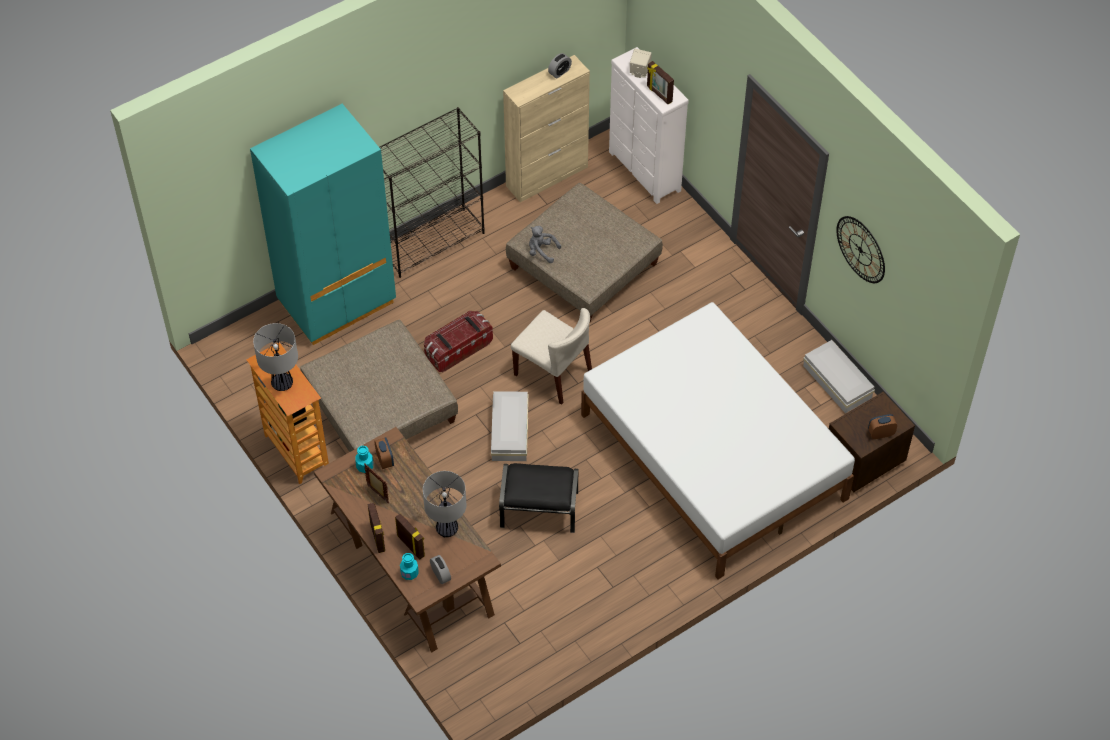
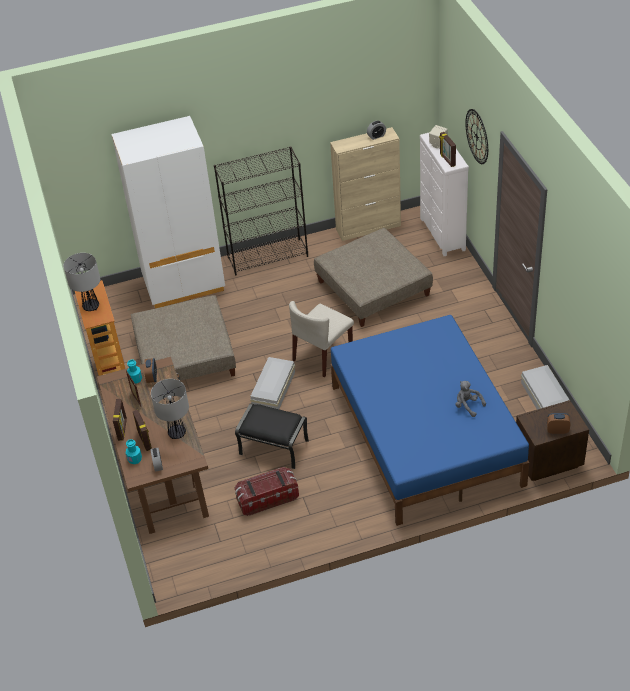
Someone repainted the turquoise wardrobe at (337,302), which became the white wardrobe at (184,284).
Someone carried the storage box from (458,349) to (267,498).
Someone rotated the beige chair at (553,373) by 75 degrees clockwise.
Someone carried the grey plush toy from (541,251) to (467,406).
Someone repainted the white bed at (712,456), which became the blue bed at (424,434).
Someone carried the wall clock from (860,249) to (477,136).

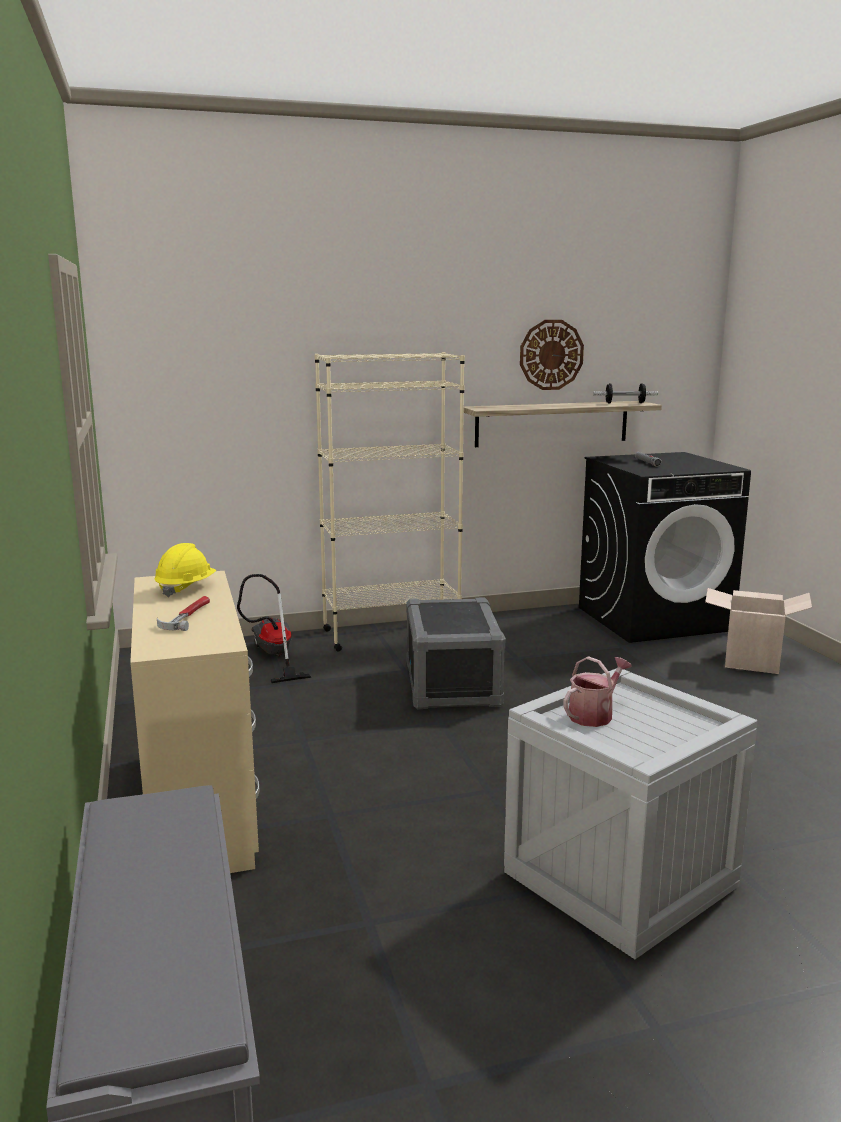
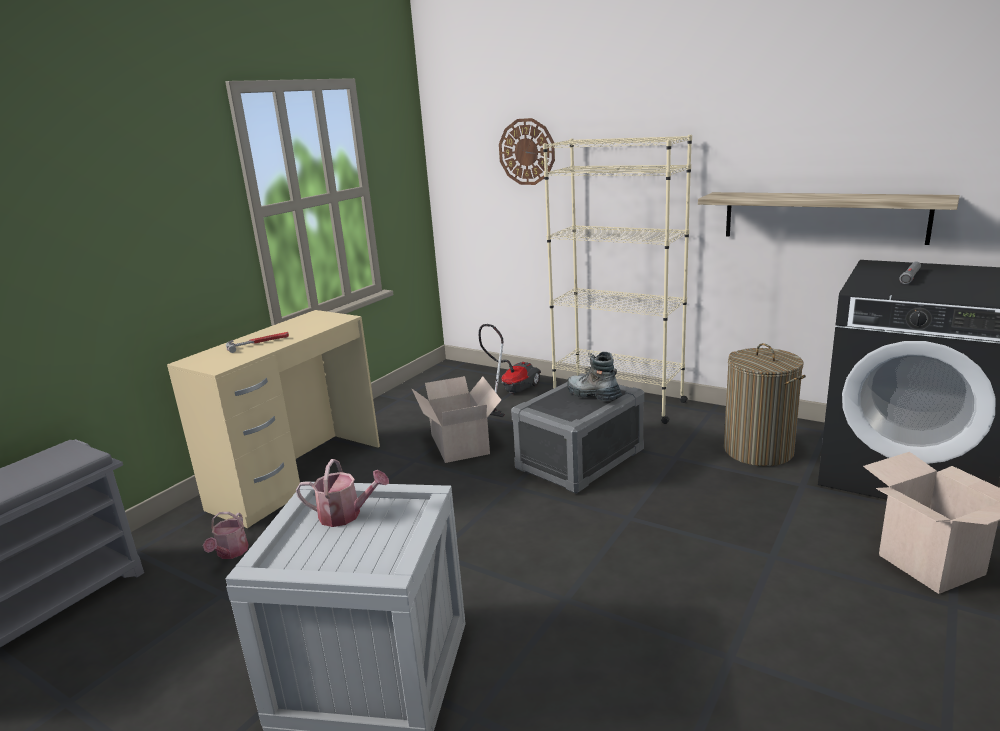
Someone took away the yellow hard hat at (185,588).
Someone carried the wall clock from (551,355) to (527,152).
Someone took away the dumbbell at (624,403).
Someone put down the watering can at (230,553).
Someone put down the cardboard box at (459,442).
Someone put down the boot at (593,395).
Someone put down the laundry basket at (758,450).

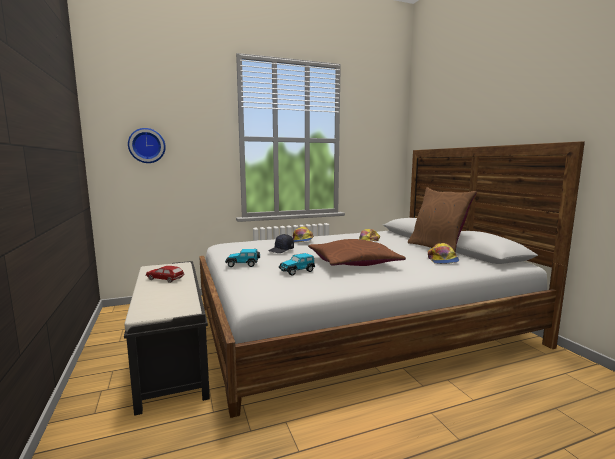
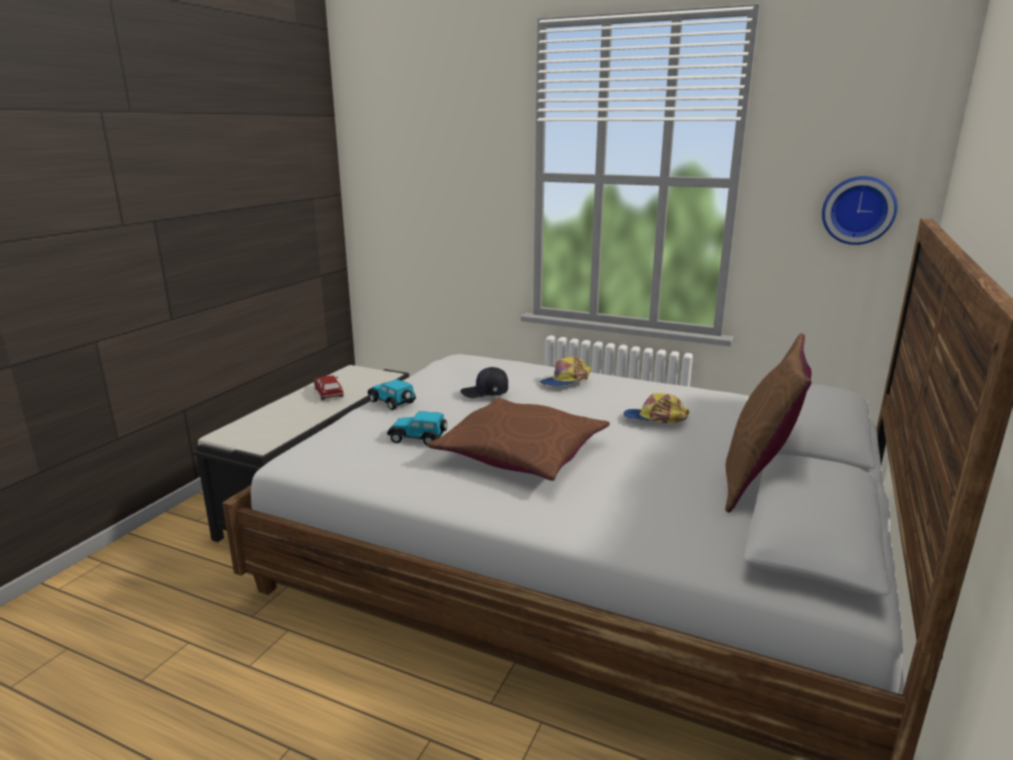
Someone carried the wall clock from (147,145) to (858,210).
Someone took away the cap at (442,260).

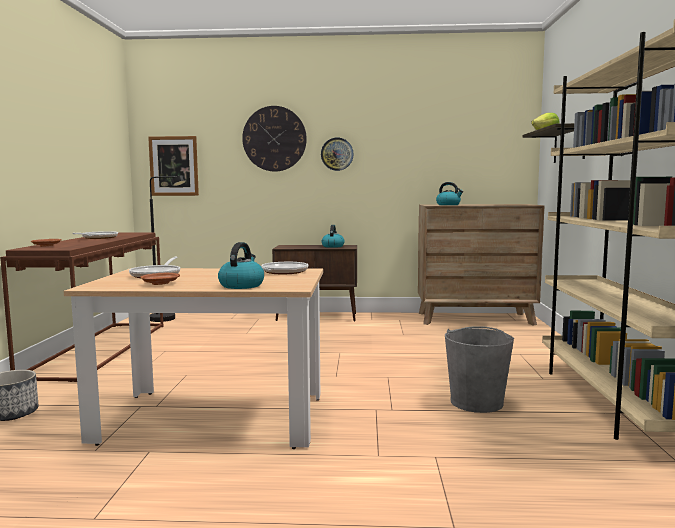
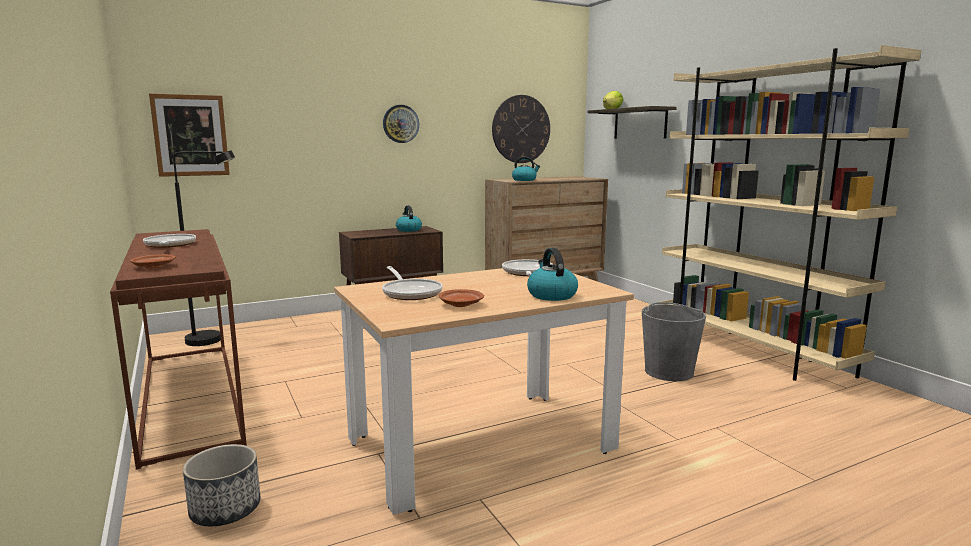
Someone carried the wall clock from (274,139) to (521,129).

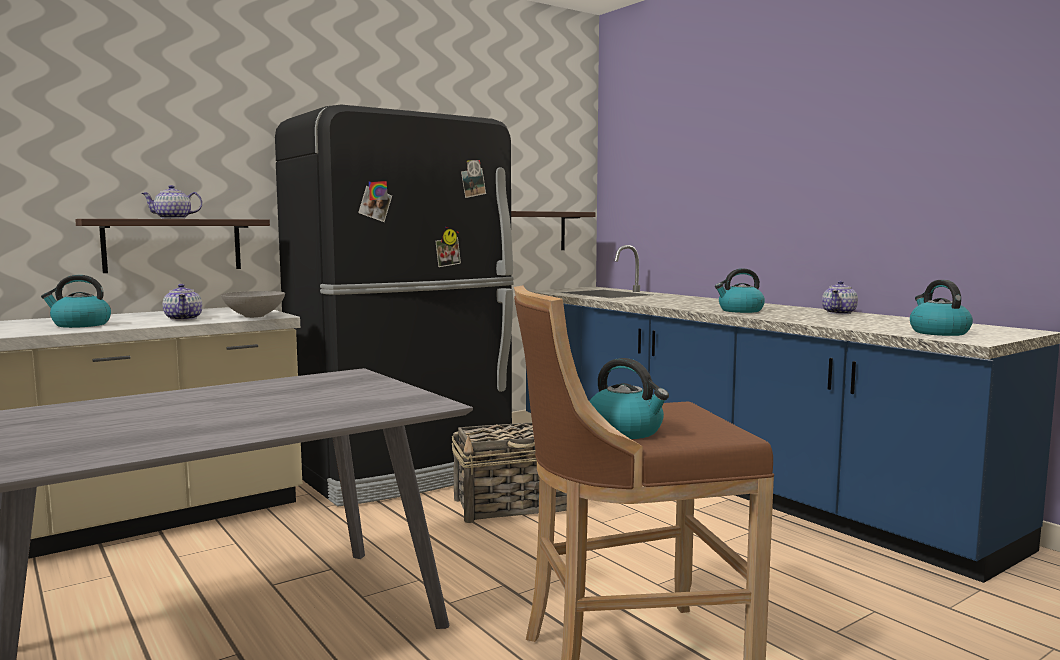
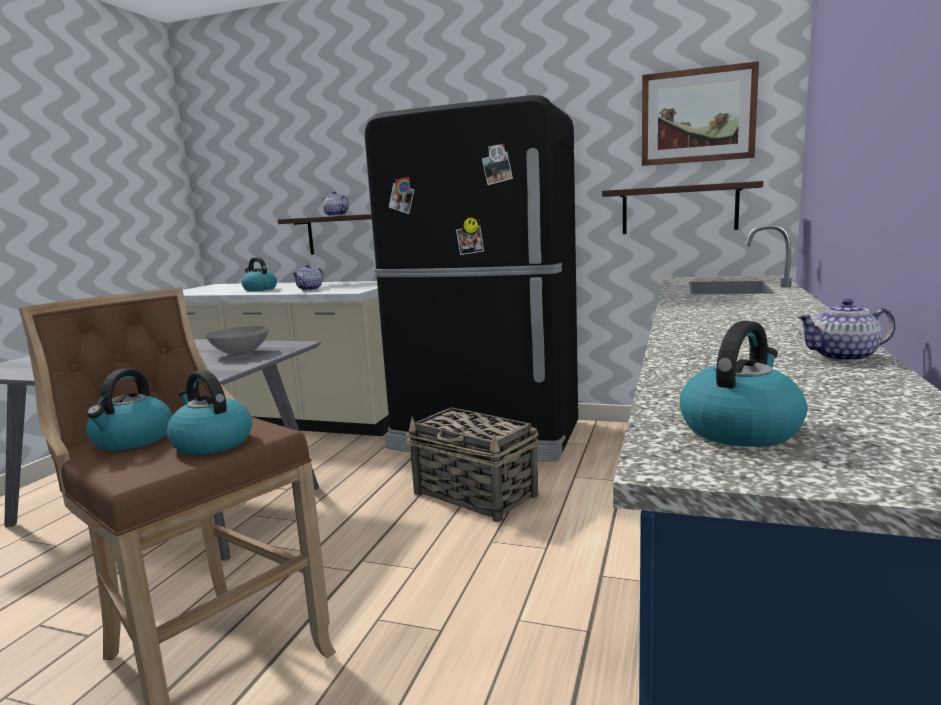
Someone carried the grey bowl from (255,316) to (241,354).
Someone carried the kettle from (740,310) to (211,443).
Someone put up the picture at (697,116).

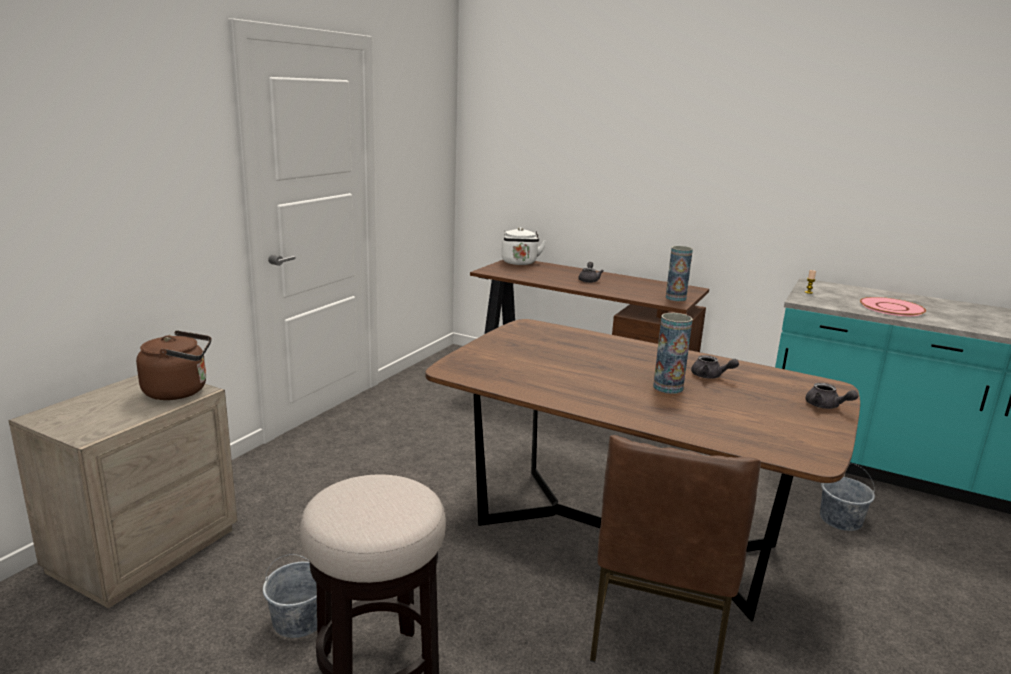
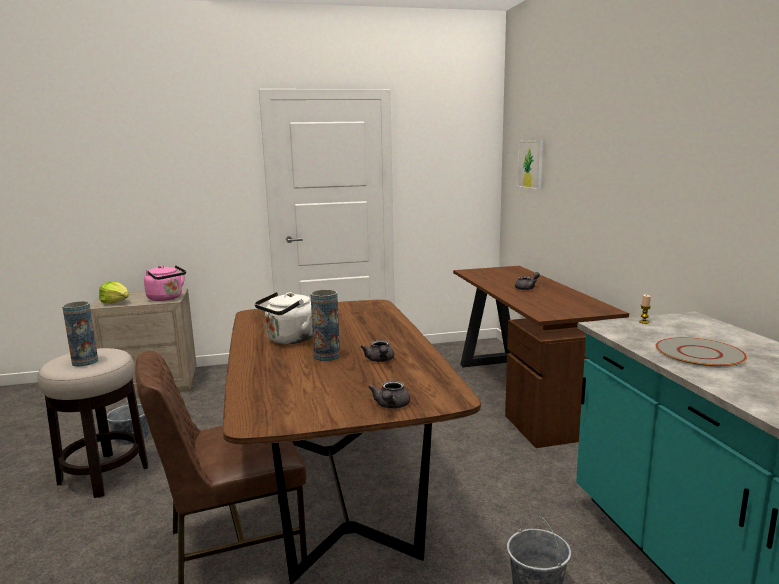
Someone repainted the brown kettle at (180,391), which became the pink kettle at (166,298).
Someone carried the white kettle from (519,263) to (289,340).
Someone carried the vase from (675,298) to (85,362).
Someone repainted the pink plate at (891,308), which became the grey plate at (698,354).
Someone put down the lettuce at (116,302).
Someone put up the picture at (530,164).

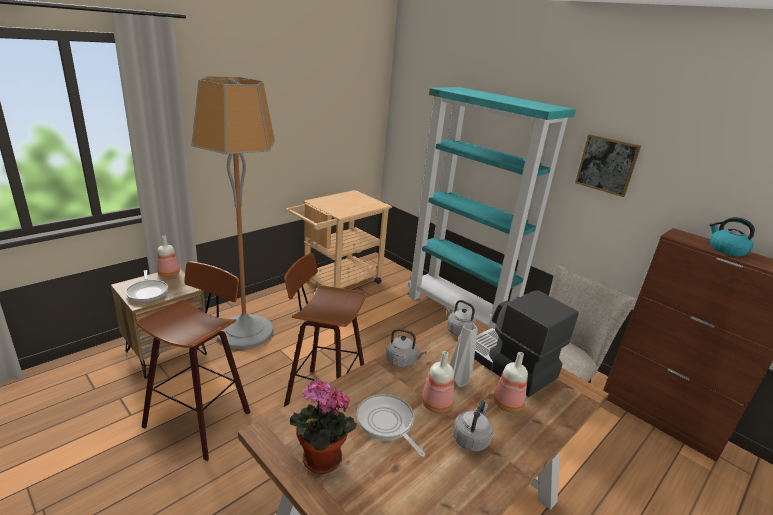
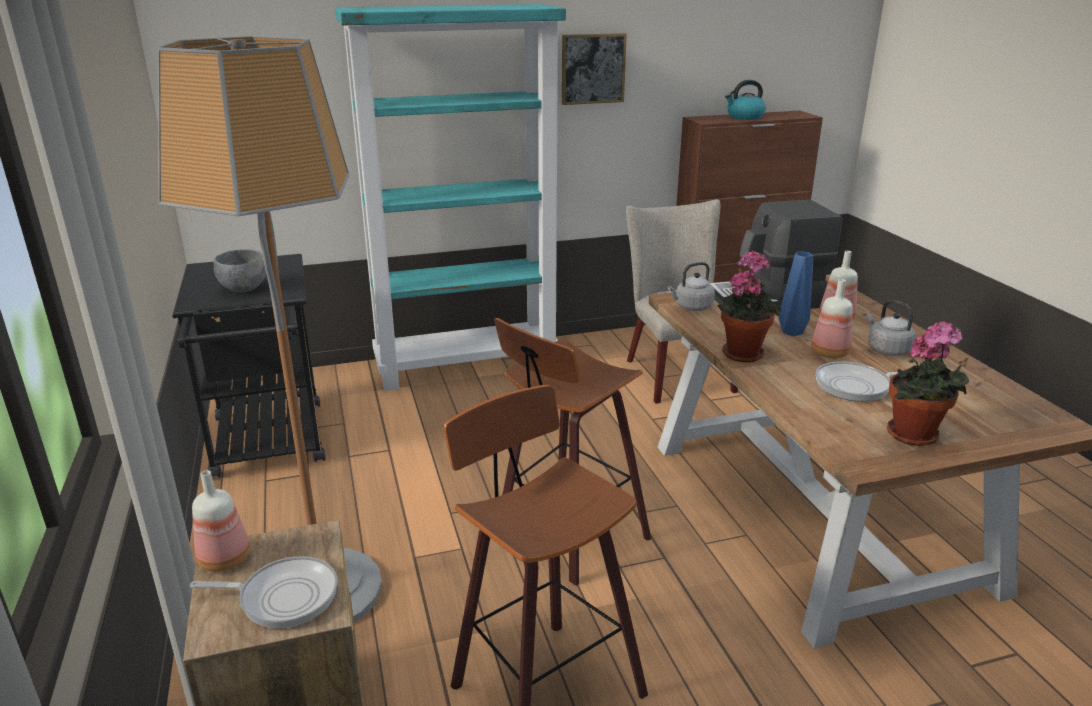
Someone repainted the beige cart at (337,283), which became the black cart at (269,446).
Someone swapped the grey kettle at (402,361) for the potted plant at (742,352).
Someone repainted the grey vase at (458,381), which became the blue vase at (791,332).
Someone put down the grey bowl at (244,289).

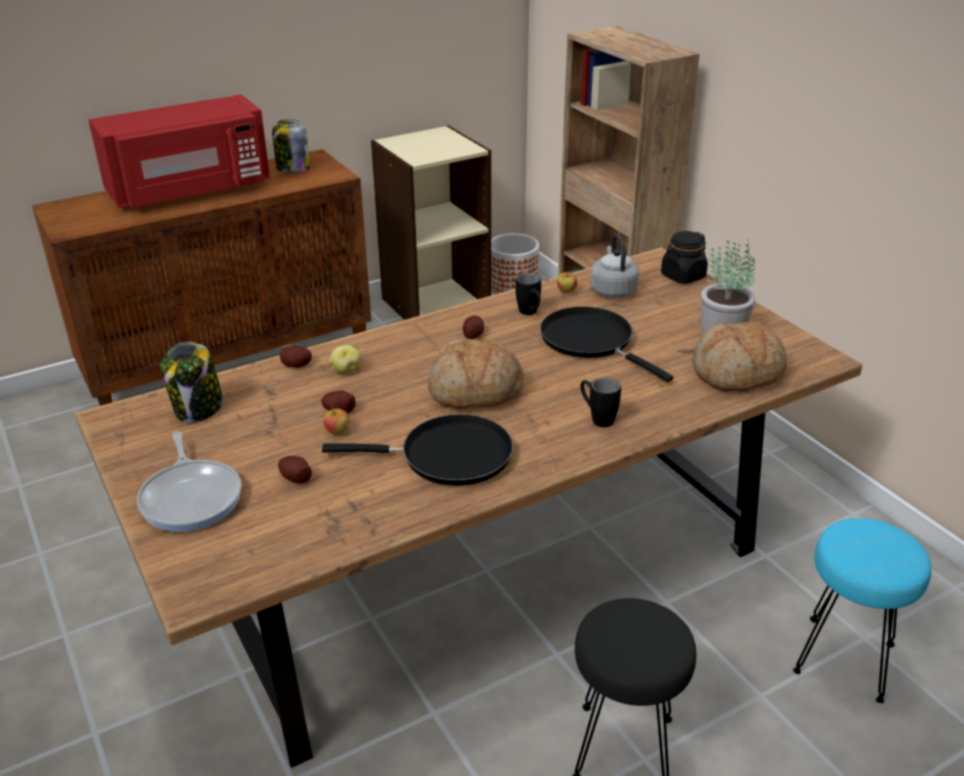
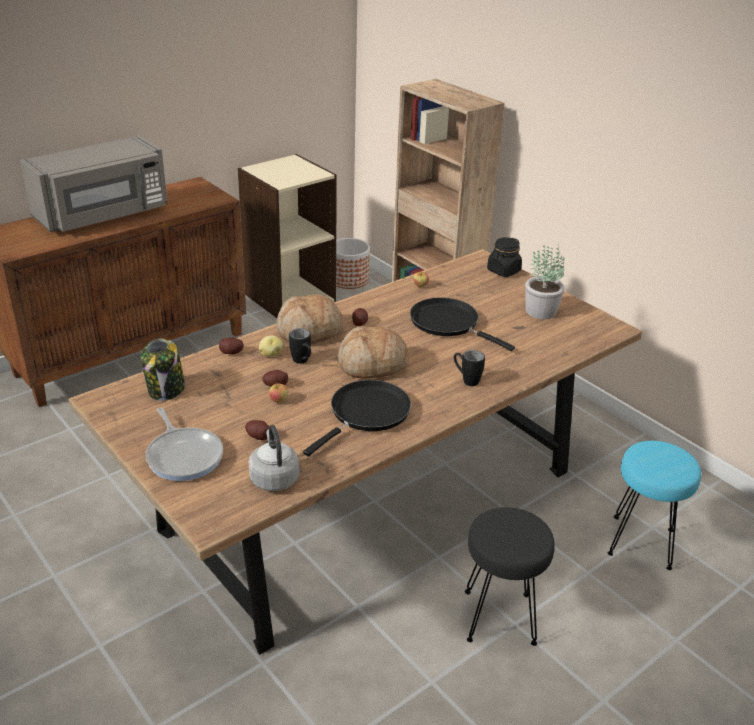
Someone repainted the red microwave at (191,190), which became the grey microwave at (103,215).
Someone took away the jar at (292,169).
Someone rotated the black frying pan at (448,456) by 45 degrees counterclockwise.
Someone carried the black mug from (530,313) to (302,362).
Someone carried the grey kettle from (612,290) to (274,478).
Someone carried the bread from (737,373) to (310,331).

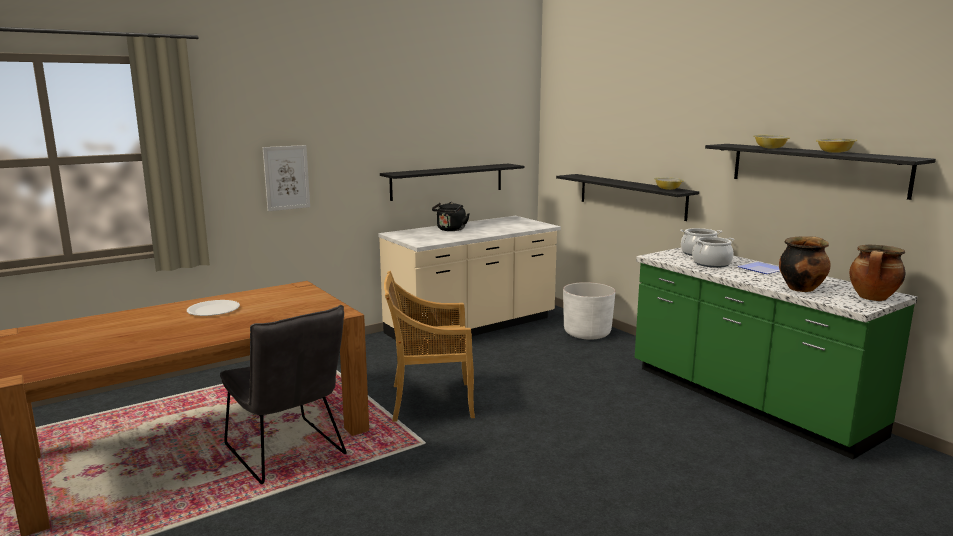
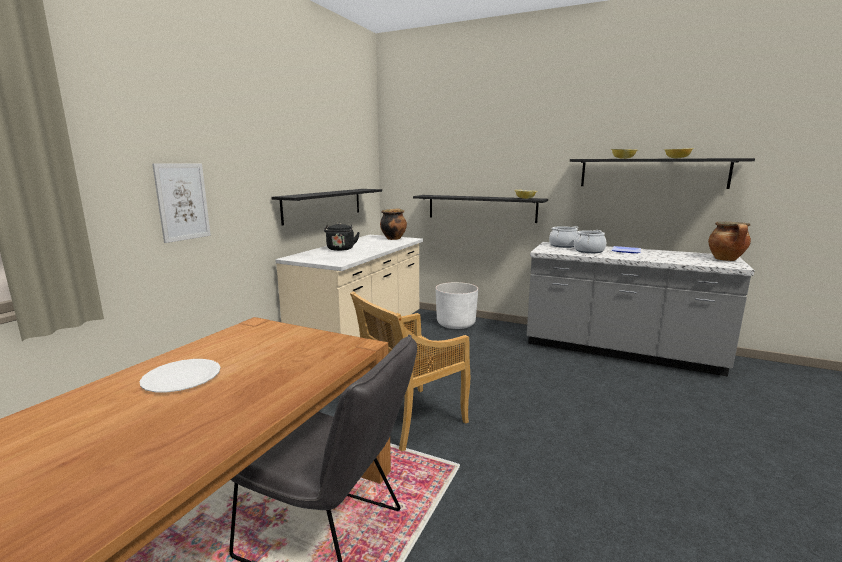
Someone repainted the green counter at (747,401), which became the grey counter at (620,351).
Someone carried the cooking pot from (801,288) to (393,238).

